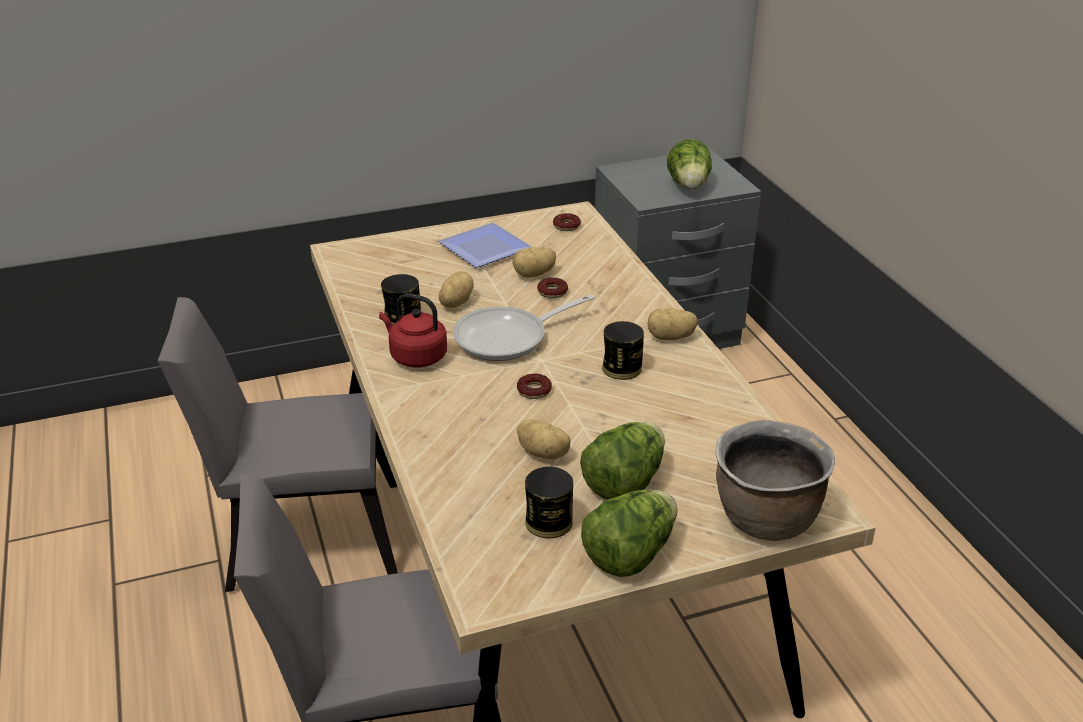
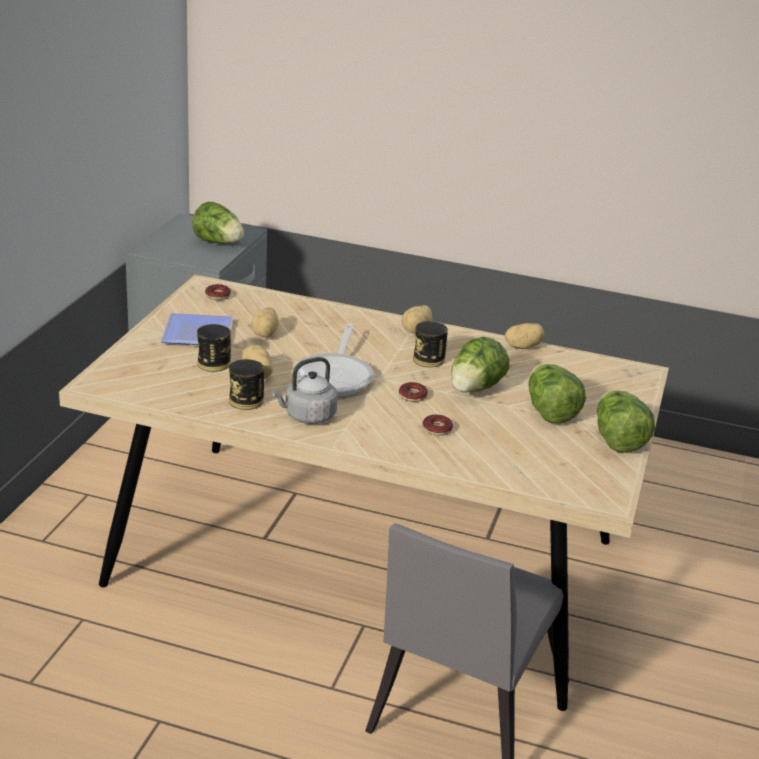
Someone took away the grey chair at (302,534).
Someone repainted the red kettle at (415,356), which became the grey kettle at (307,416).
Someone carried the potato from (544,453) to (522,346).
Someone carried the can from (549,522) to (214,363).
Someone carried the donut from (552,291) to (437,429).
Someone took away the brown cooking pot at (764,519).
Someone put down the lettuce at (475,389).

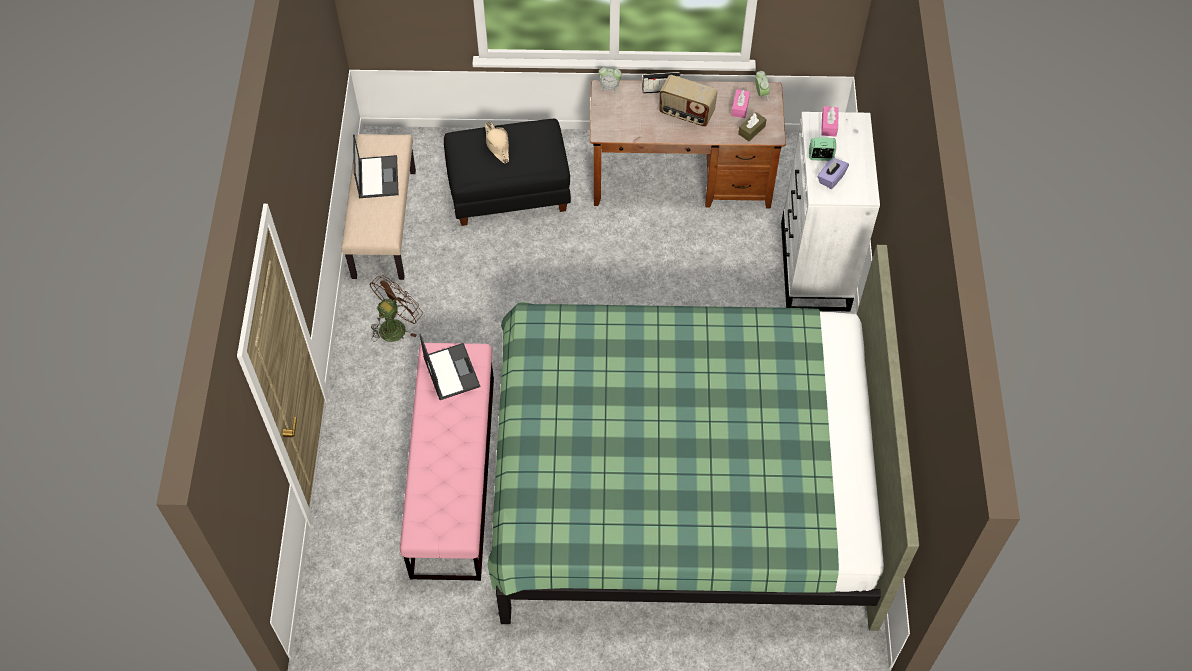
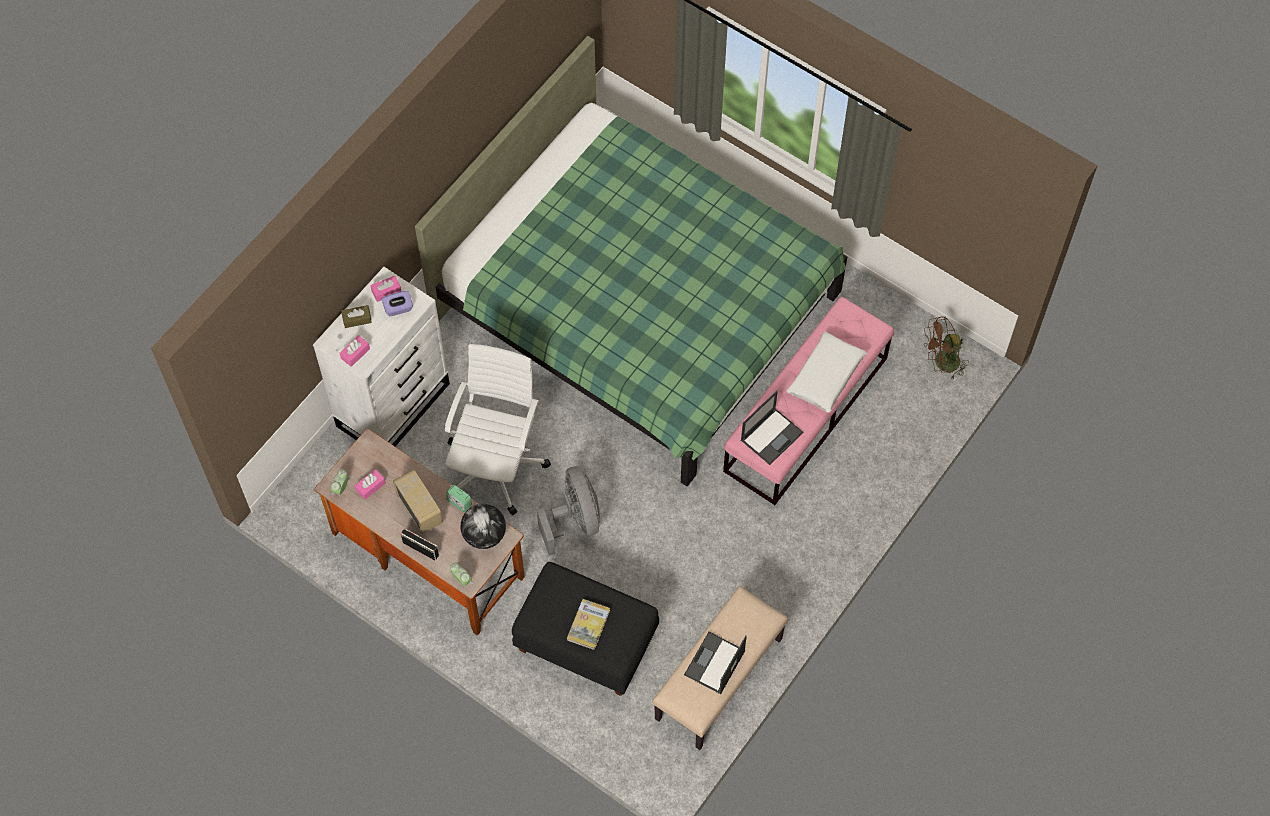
Someone carried the brown fan from (396,325) to (942,364).
Someone rotated the laptop at (451,371) by 150 degrees counterclockwise.
Someone swapped the beige hat at (497,145) for the book at (588,625).
Someone carried the brown tissue box from (751,130) to (357,319).
Someone carried the alarm clock from (821,156) to (459,503).
Someone put down the pink tissue box at (386,291).
Someone put down the white office chair at (496,464).
Someone put down the globe at (484,535).
Someone put down the grey fan at (574,520).
Someone put down the white pillow at (826,376).

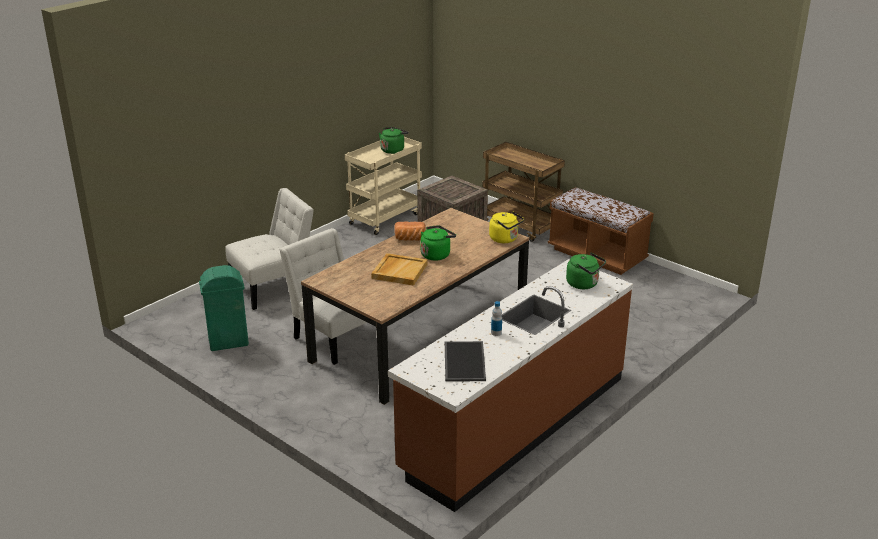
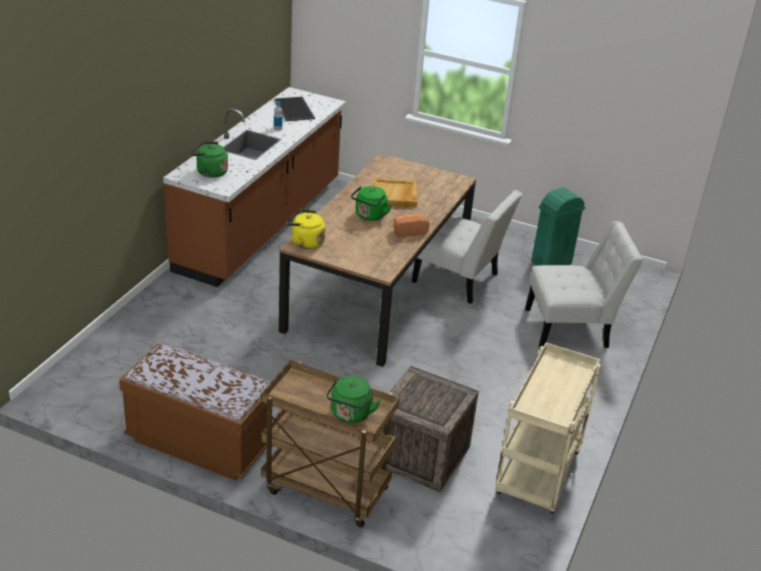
Someone rotated the white chair at (274,288) by 135 degrees counterclockwise.
Someone carried the green kettle from (393,150) to (350,415).

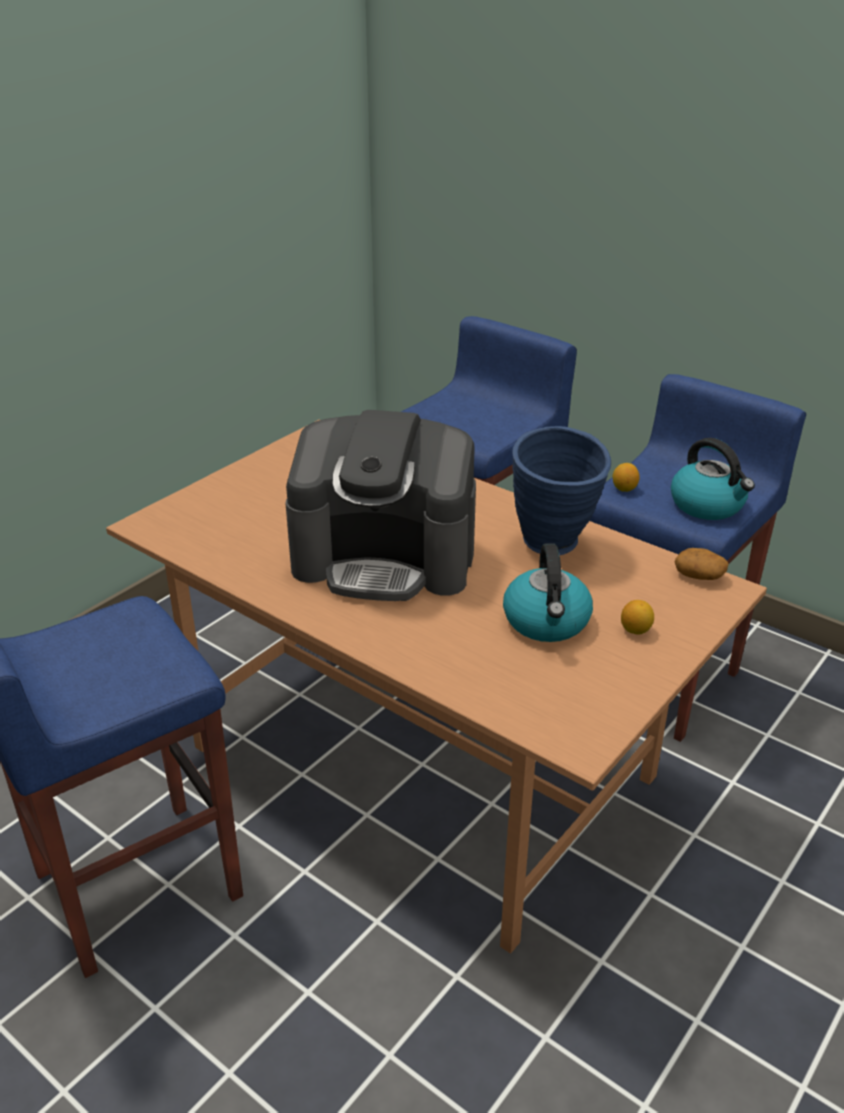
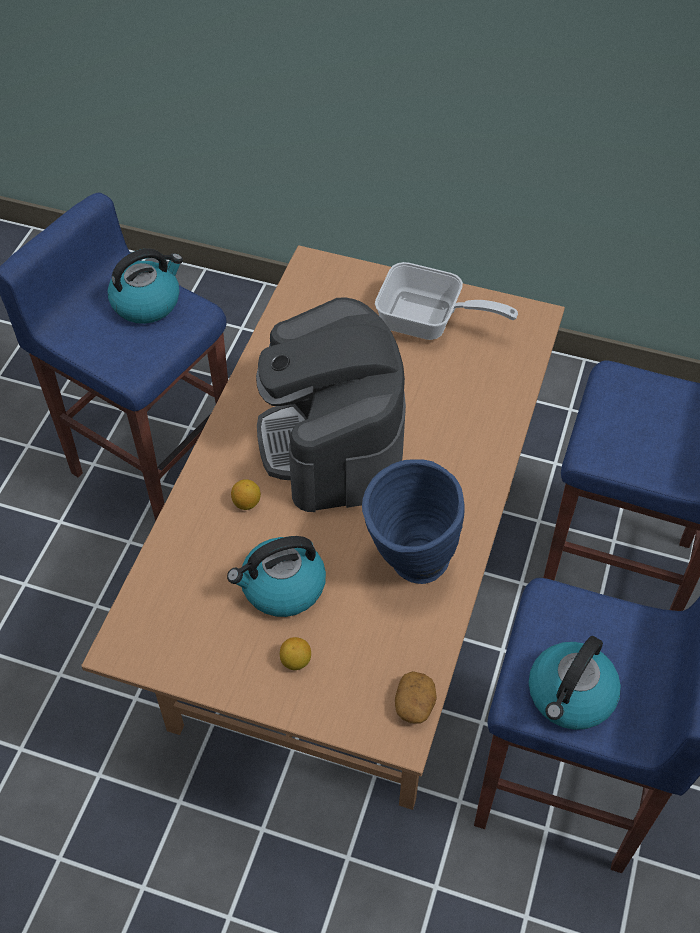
Someone carried the lemon from (624,489) to (246,503).
Someone put down the kettle at (147,302).
Someone put down the frying pan at (428,322).

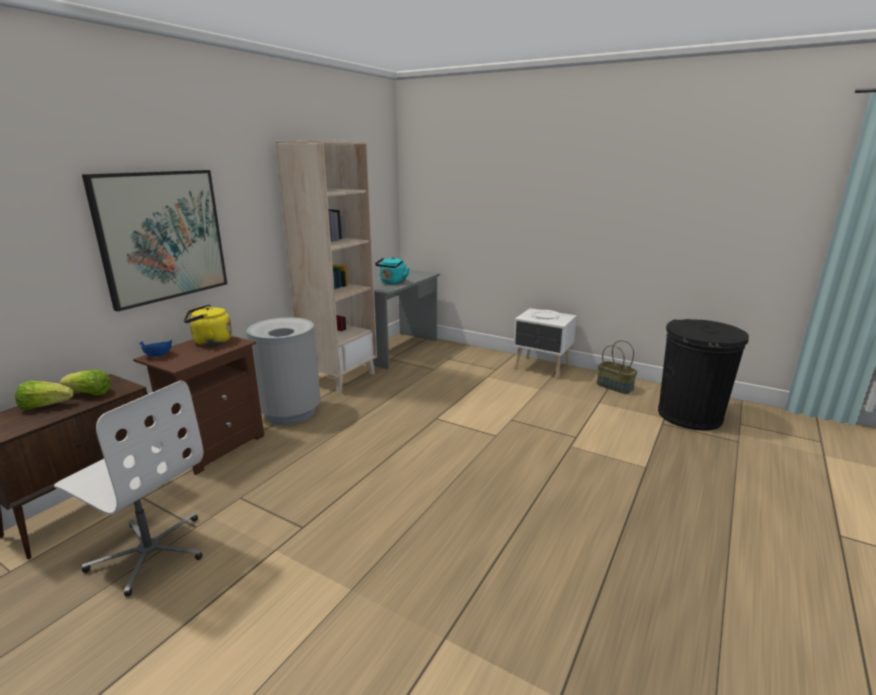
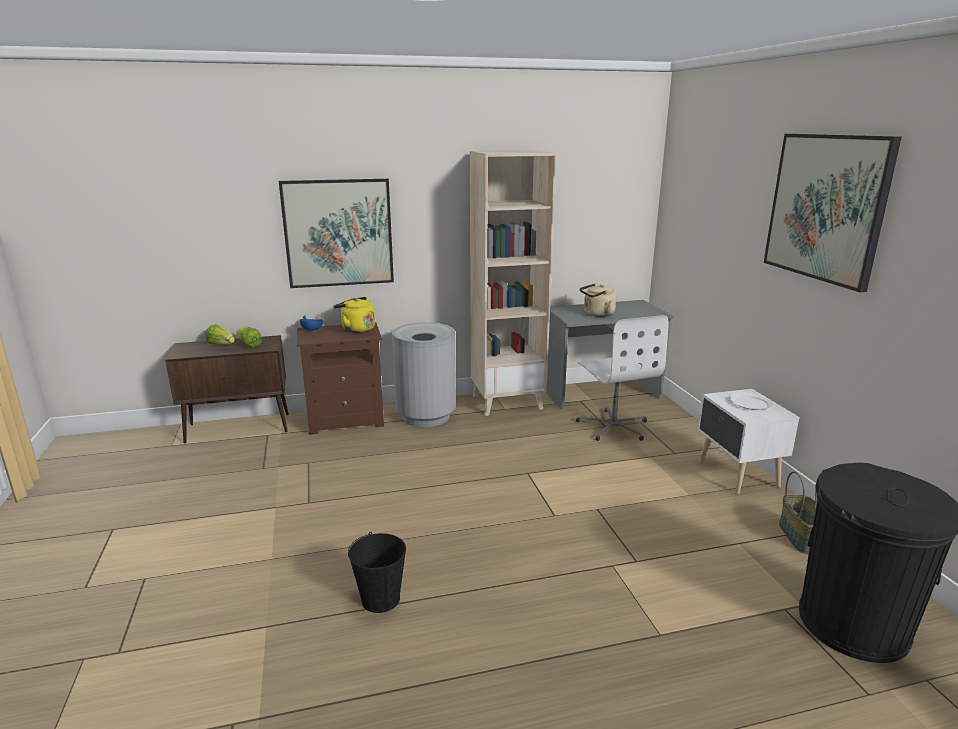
Someone carried the white office chair from (150,551) to (613,426).
Someone repainted the turquoise kettle at (392,283), which became the beige kettle at (597,314).
Someone put down the black bucket at (381,598).
Someone put up the picture at (826,208).

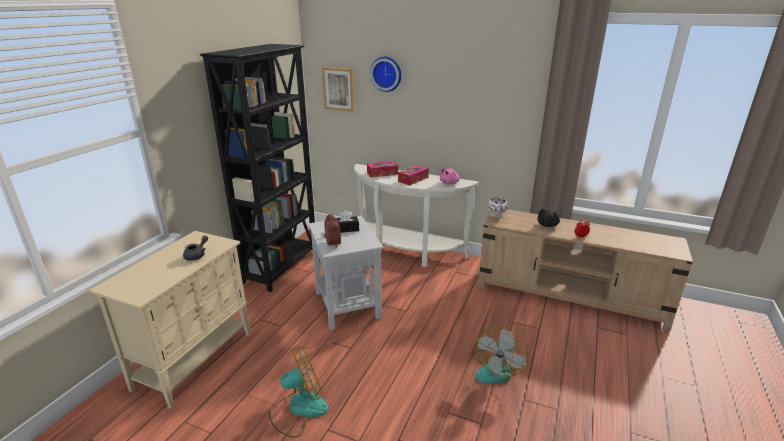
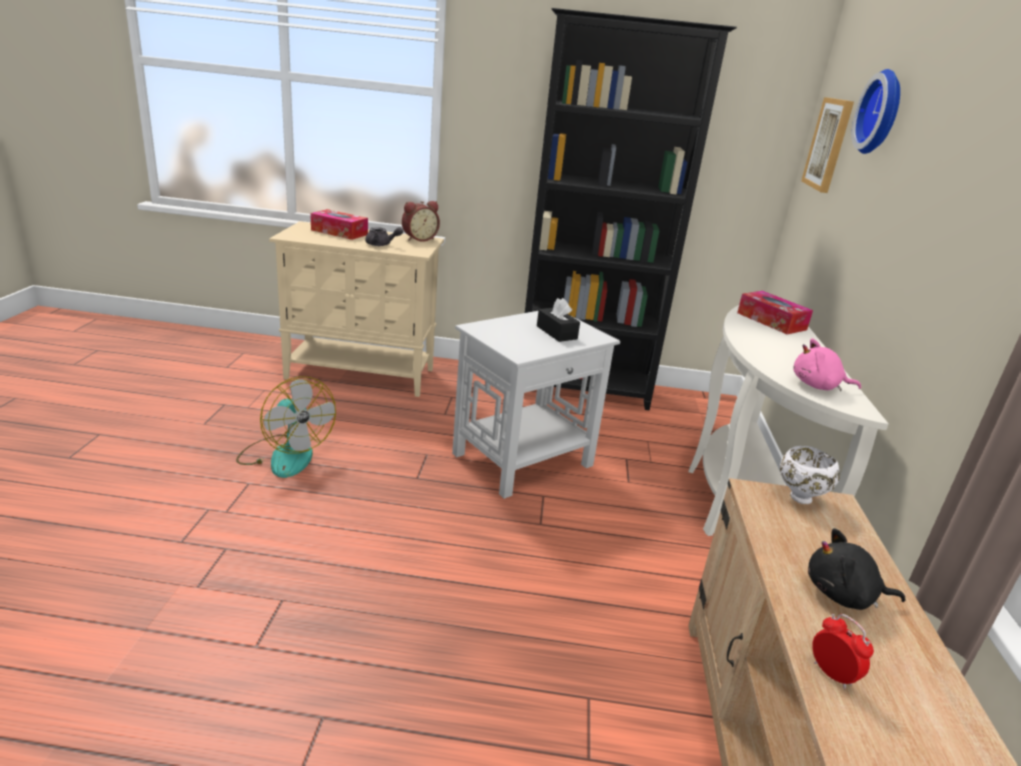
Someone carried the alarm clock from (331,243) to (419,239).
Someone carried the tissue box from (413,179) to (339,232).
Someone took away the fan at (496,369).

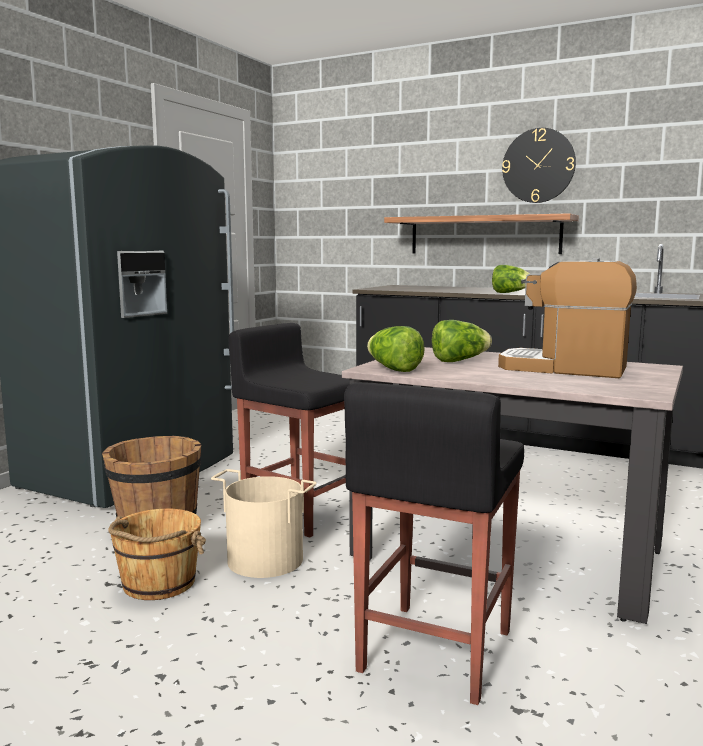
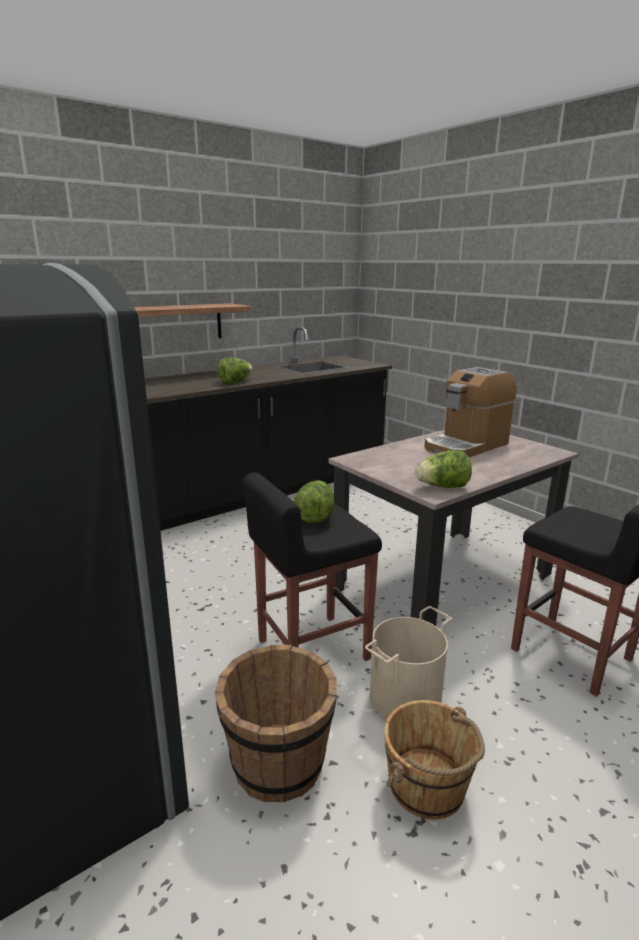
Someone carried the lettuce from (459,361) to (315,516).
Someone took away the wall clock at (538,165).

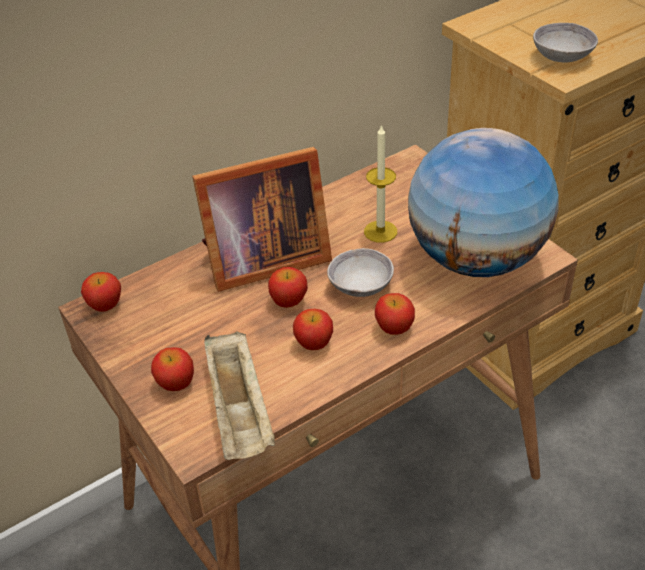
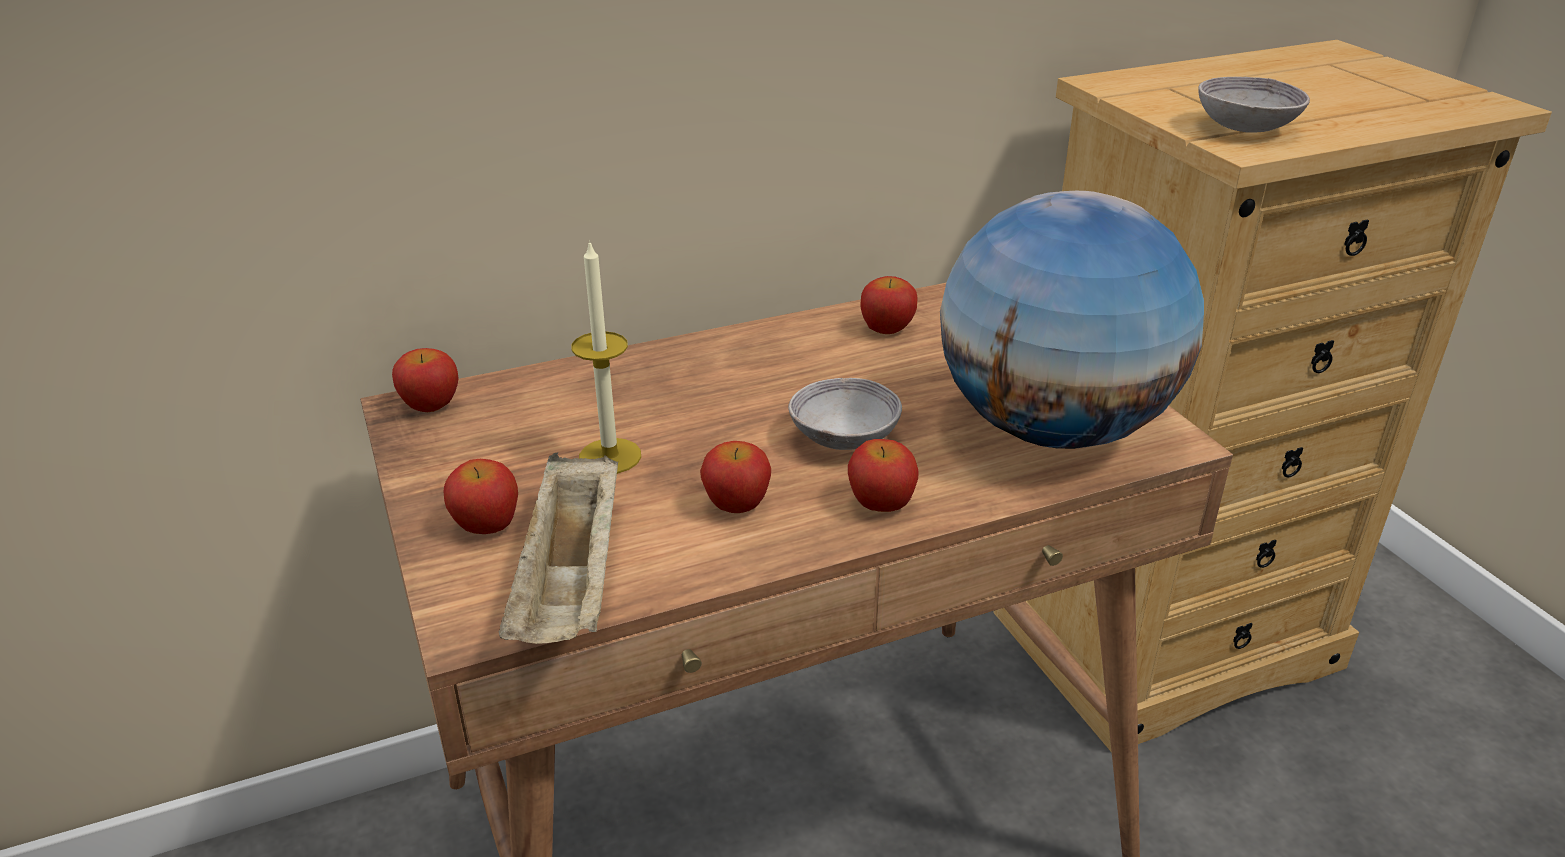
Someone took away the picture frame at (261,260).
Someone carried the apple from (289,300) to (887,328).
Someone carried the candle from (380,231) to (610,456).

